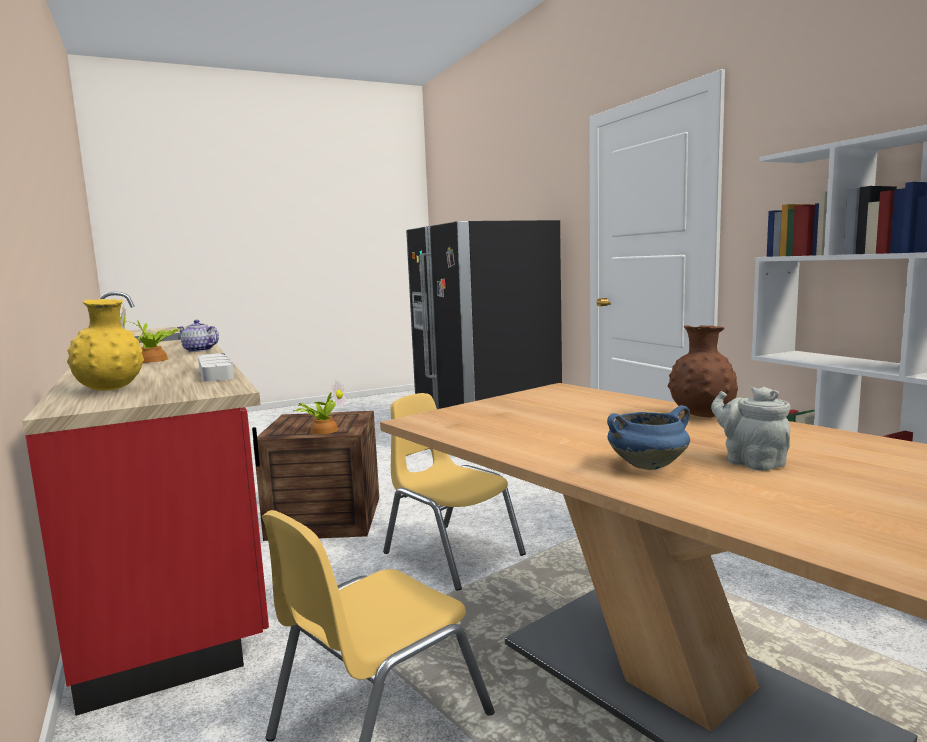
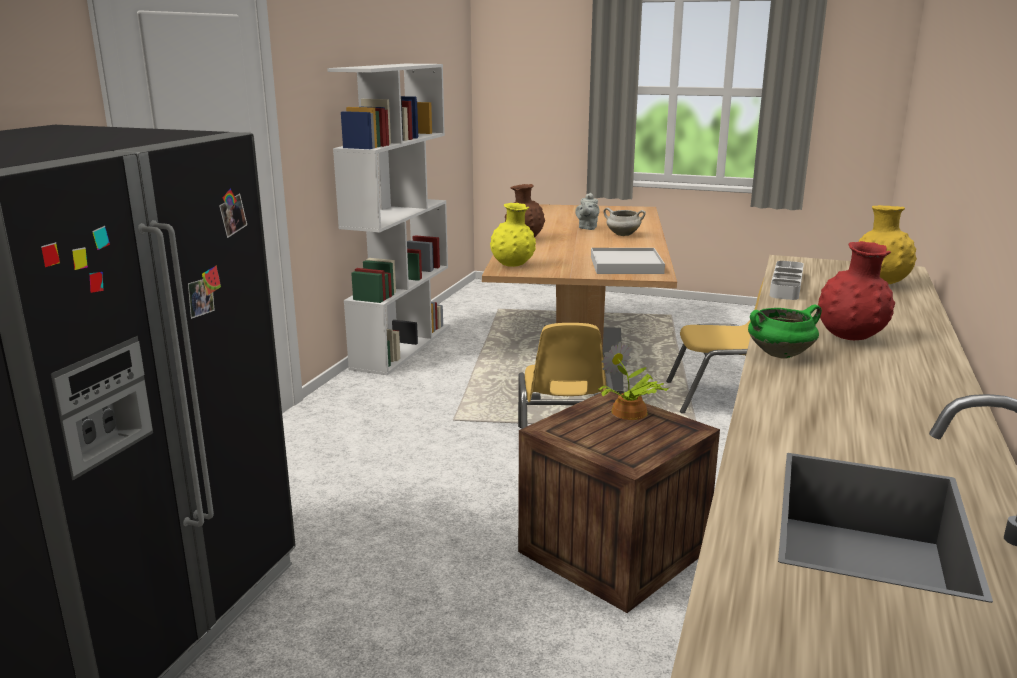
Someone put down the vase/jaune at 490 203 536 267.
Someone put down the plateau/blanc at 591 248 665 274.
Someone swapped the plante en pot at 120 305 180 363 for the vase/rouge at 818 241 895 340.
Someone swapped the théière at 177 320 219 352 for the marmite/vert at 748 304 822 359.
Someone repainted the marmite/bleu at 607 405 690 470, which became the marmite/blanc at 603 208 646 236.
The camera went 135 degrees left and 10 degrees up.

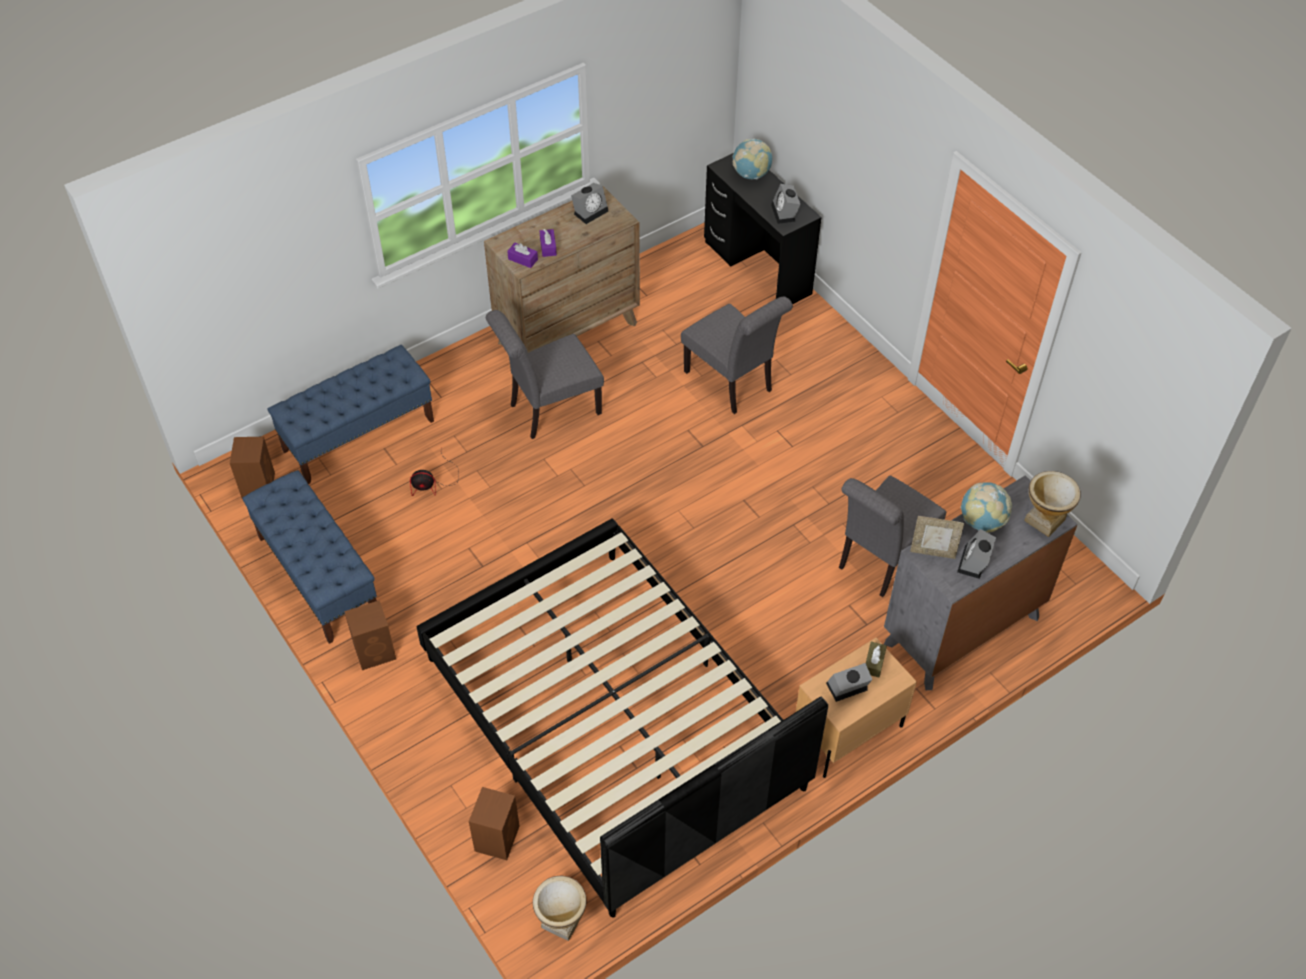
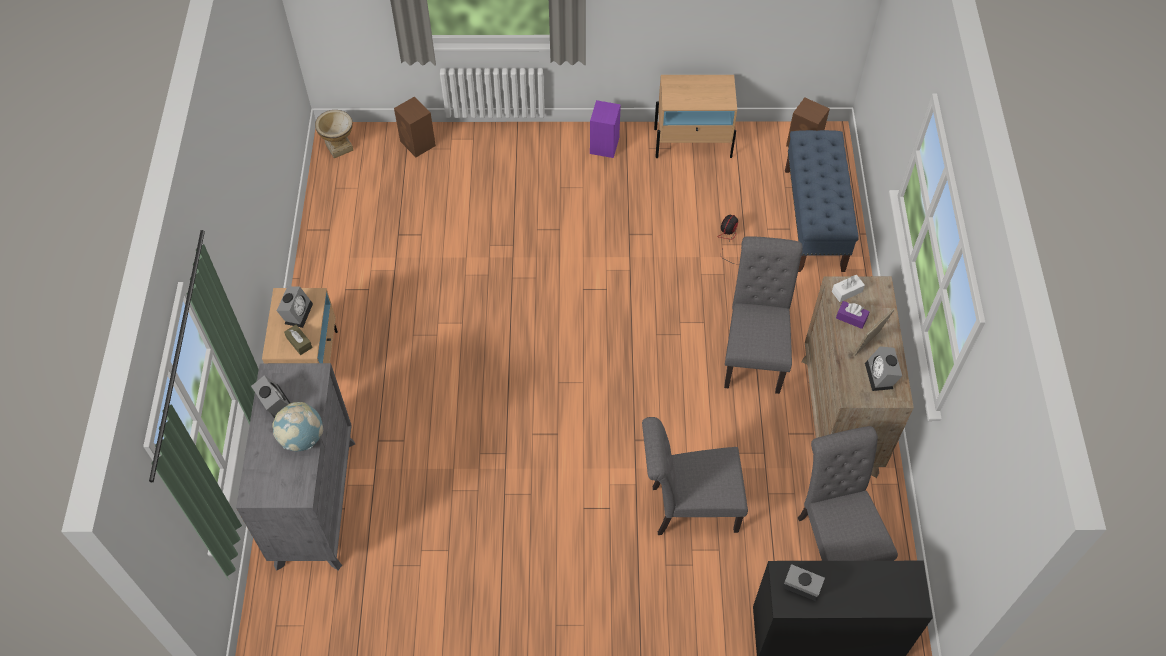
Someone took away the lit/noir at 417 518 828 918.
Someone took away the globe at 733 139 772 179.
Someone took away the vase at 1024 471 1081 537.
Someone carried the chaise/gris from 839 475 947 597 to 798 426 898 561.
Someone carried the cadre photo from 910 516 964 559 to 853 309 894 356.
Someone swapped the banc/bleu at 242 470 377 644 for the table de chevet/beige at 654 75 737 158.
Someone repainted the enceinte/marron at 344 600 396 670, which became the enceinte/violet at 590 100 621 158.
Someone repainted the boîte à mouchoirs/violet at 507 243 538 268, which became the boîte à mouchoirs/blanc at 832 275 865 302.
The camera went 125 degrees right and 5 degrees up.

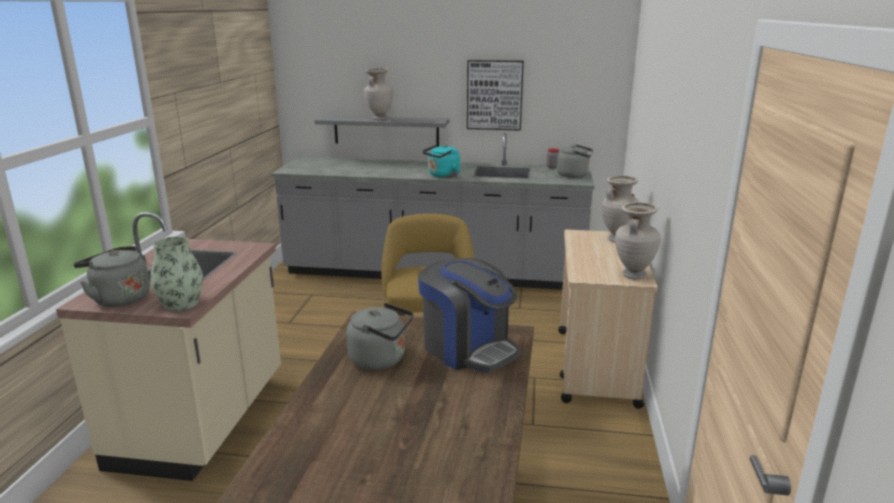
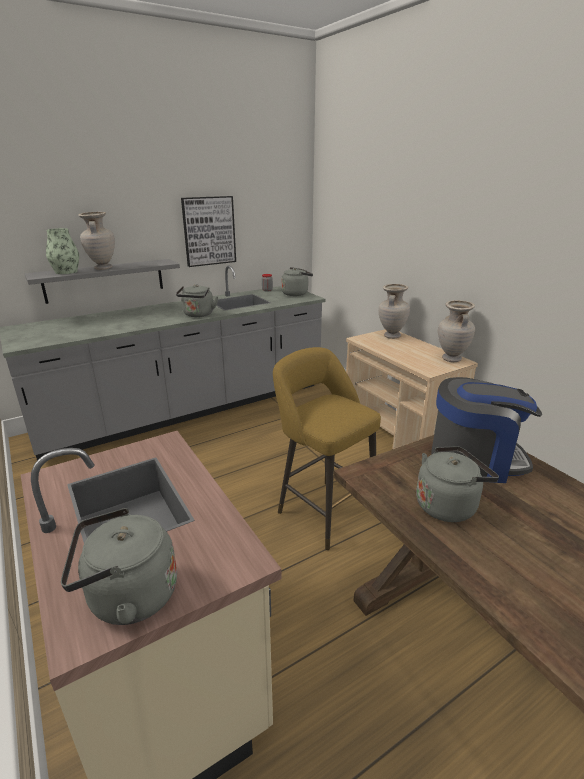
Someone carried the vase from 150 236 203 311 to 46 228 79 274.
Someone repainted the bouilloire/turquoise at 422 145 460 178, which became the bouilloire/gris at 176 284 218 317.
The camera went 40 degrees left and 5 degrees up.

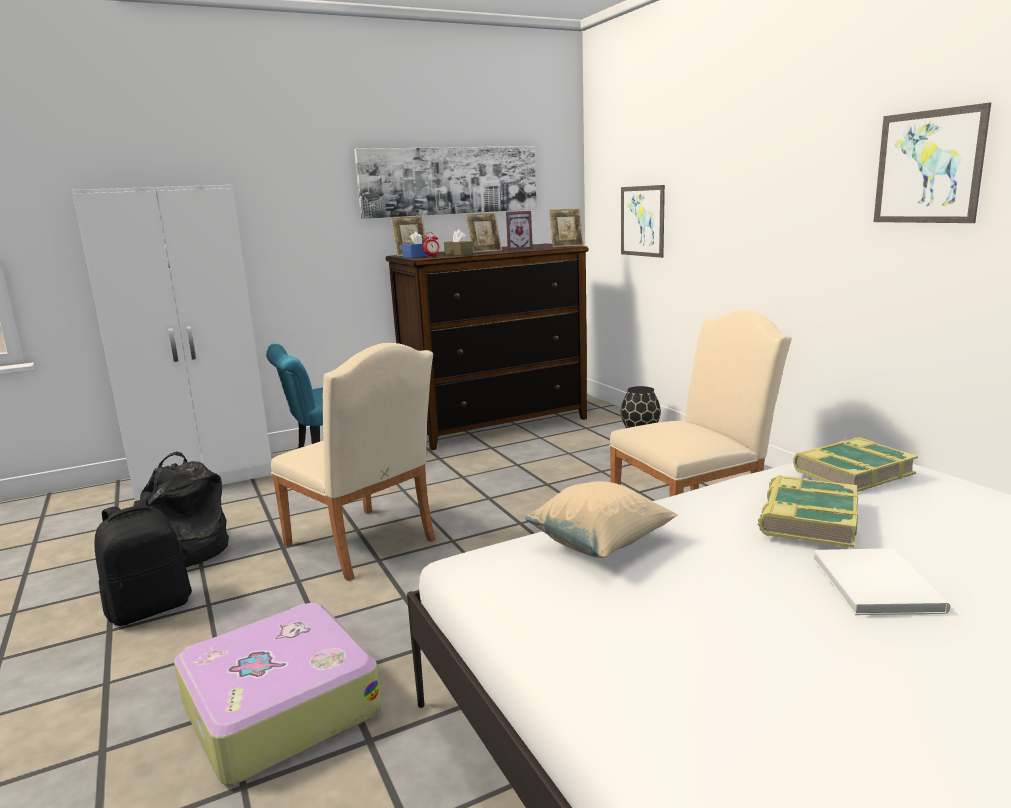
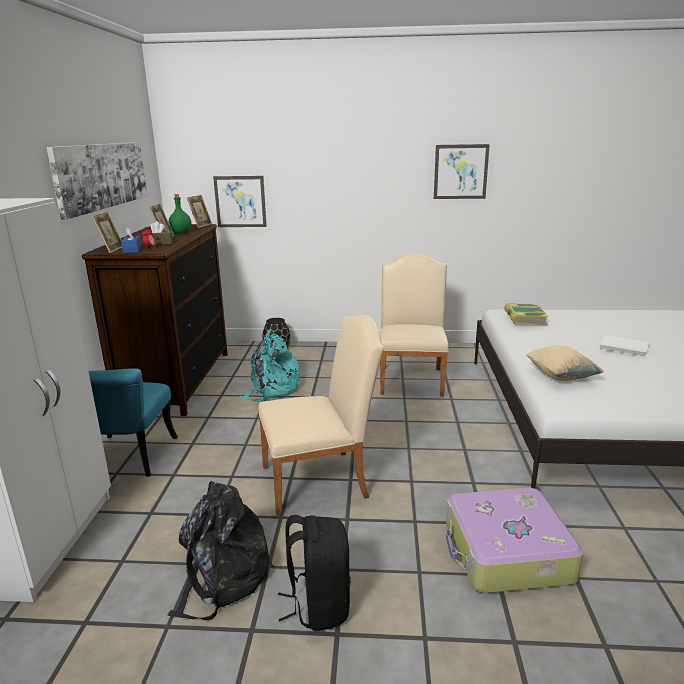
Someone took away the livre at 758 475 858 548.
Someone put down the sac à dos/turquoise at 238 329 300 402.
Someone swapped the cadre photo at 506 211 533 251 for the bouteille/vert at 169 194 191 233.
The camera went 60 degrees left and 5 degrees up.

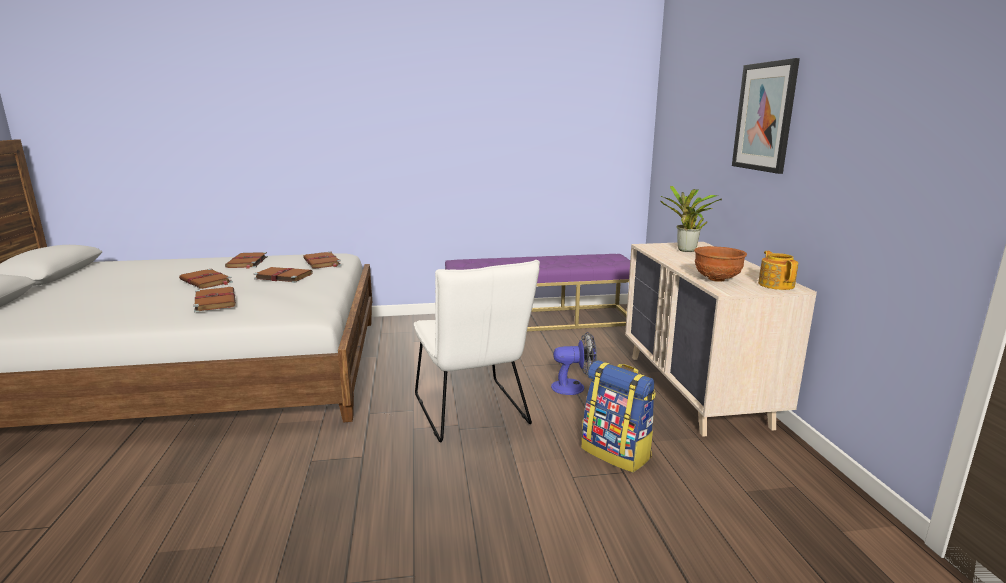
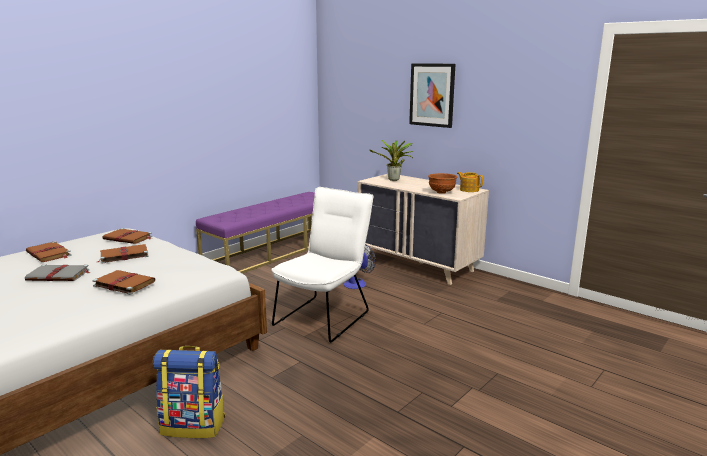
Someone carried the sac à dos from 582 360 656 473 to 153 346 225 438.
Someone repainted the livre/marron at 179 268 233 289, which became the livre/gris at 25 264 90 281.
Someone rotated the chaise/blanc at 414 260 540 442 by 90 degrees counterclockwise.
The camera went 40 degrees left and 0 degrees up.

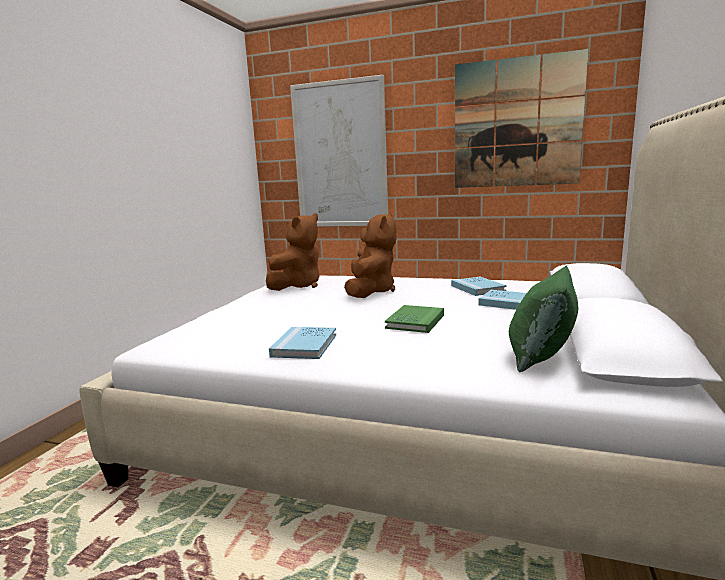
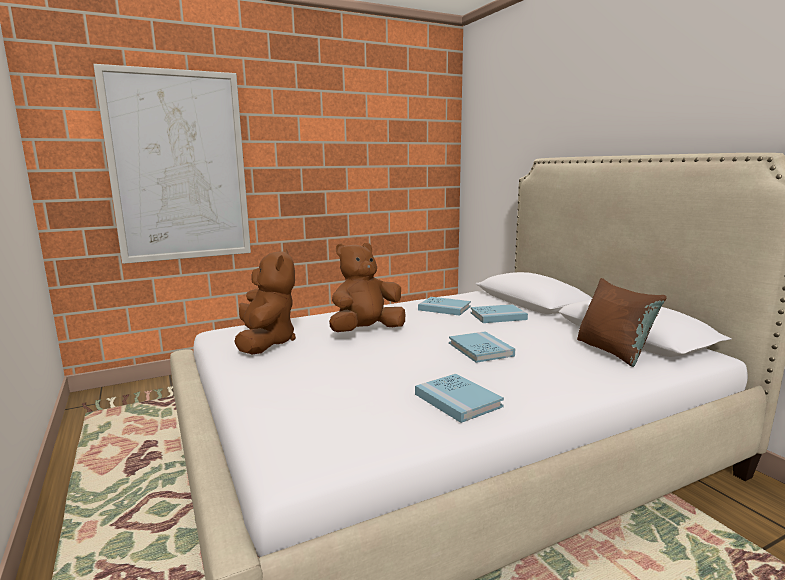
Someone took away the tableau at 455 49 589 188.
Someone repainted the livre/vert at 385 305 444 333, which became the livre/bleu at 449 331 515 363.
Someone repainted the coussin/vert at 509 265 579 372, which became the coussin/marron at 577 278 667 367.
Someone rotated the peluche/marron at 344 212 396 298 by 90 degrees counterclockwise.
The camera went 45 degrees left and 0 degrees up.

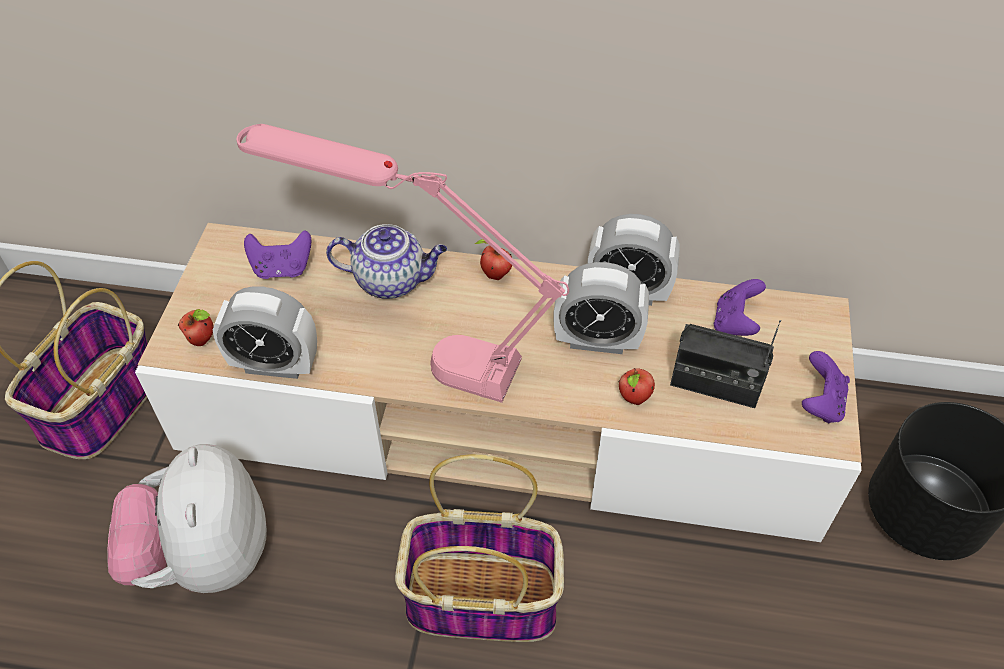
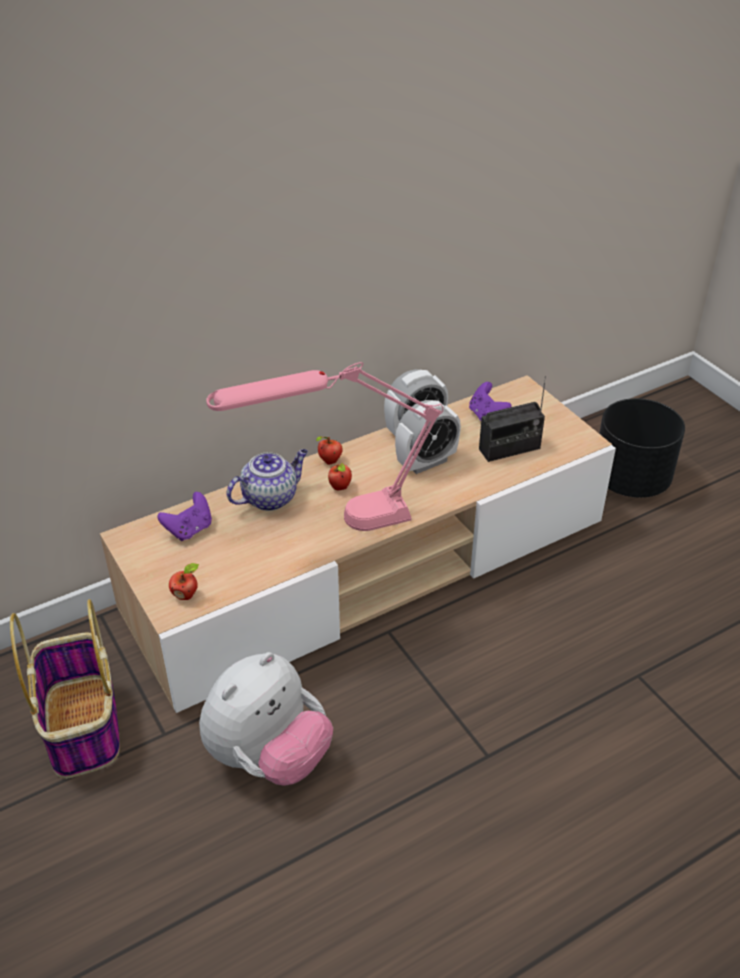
Someone took away the réveil at 213 286 317 379.
Someone took away the panier at 395 454 564 642.
Someone took away the manette/violet at 802 351 850 423.
Someone carried the pomme from 619 368 655 405 to 328 463 352 490.
Someone rotated the peluche at 107 444 267 593 by 90 degrees counterclockwise.
The camera went 40 degrees left and 10 degrees down.

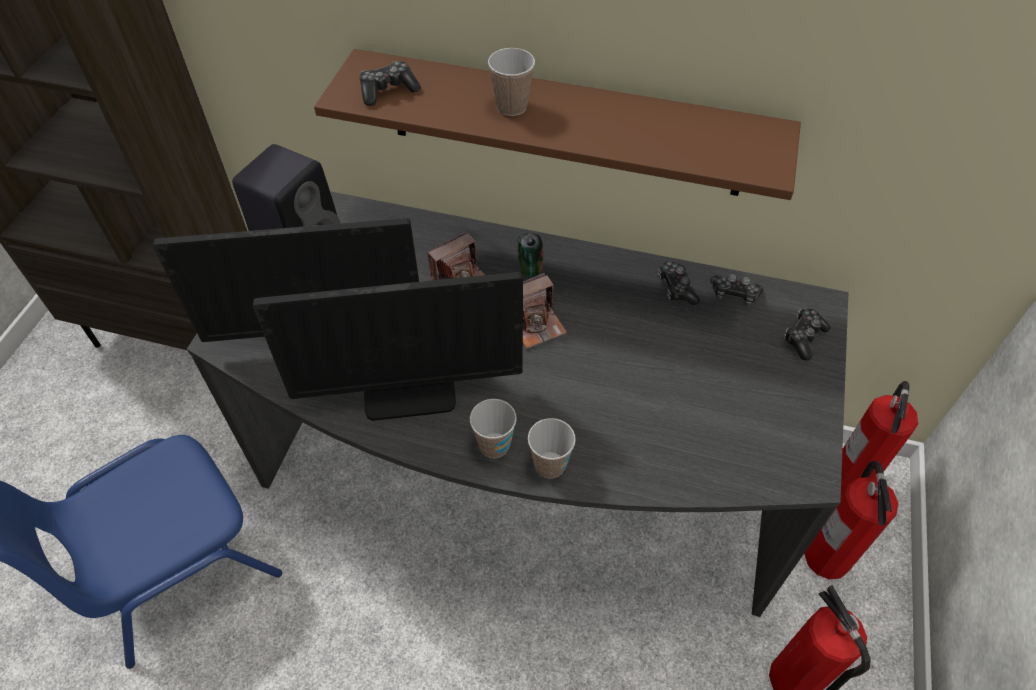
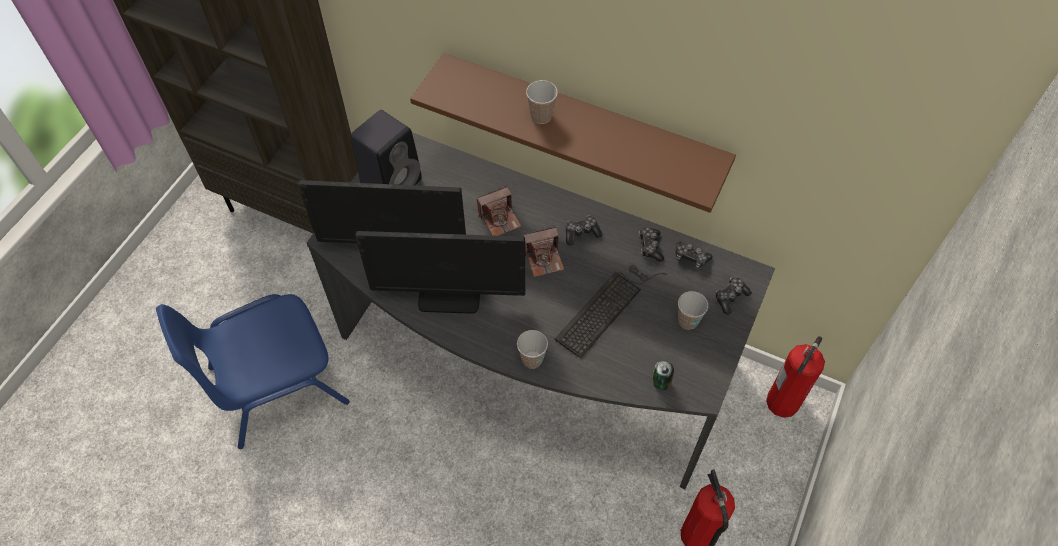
Someone took away the extincteur at 804 461 899 579.
Someone put down the clavier at 555 265 668 358.
Someone carried the manette from 359 61 421 106 to 566 216 602 246.
Someone carried the tasse from 470 399 517 459 to 678 291 708 330.
Someone carried the boîte métallique from 517 233 543 277 to 653 361 674 390.
The camera went 10 degrees right and 5 degrees up.

